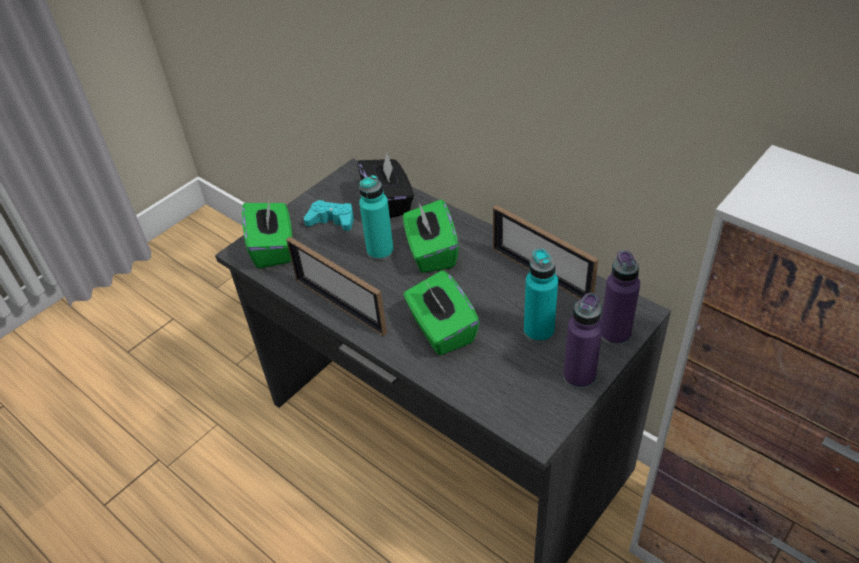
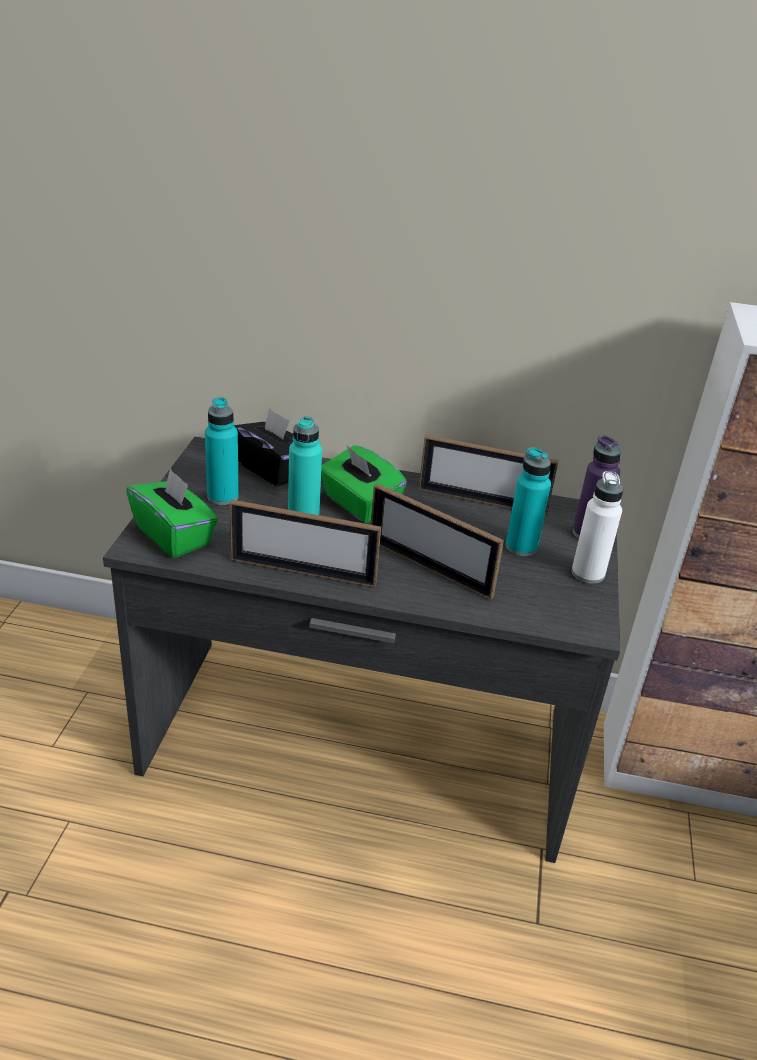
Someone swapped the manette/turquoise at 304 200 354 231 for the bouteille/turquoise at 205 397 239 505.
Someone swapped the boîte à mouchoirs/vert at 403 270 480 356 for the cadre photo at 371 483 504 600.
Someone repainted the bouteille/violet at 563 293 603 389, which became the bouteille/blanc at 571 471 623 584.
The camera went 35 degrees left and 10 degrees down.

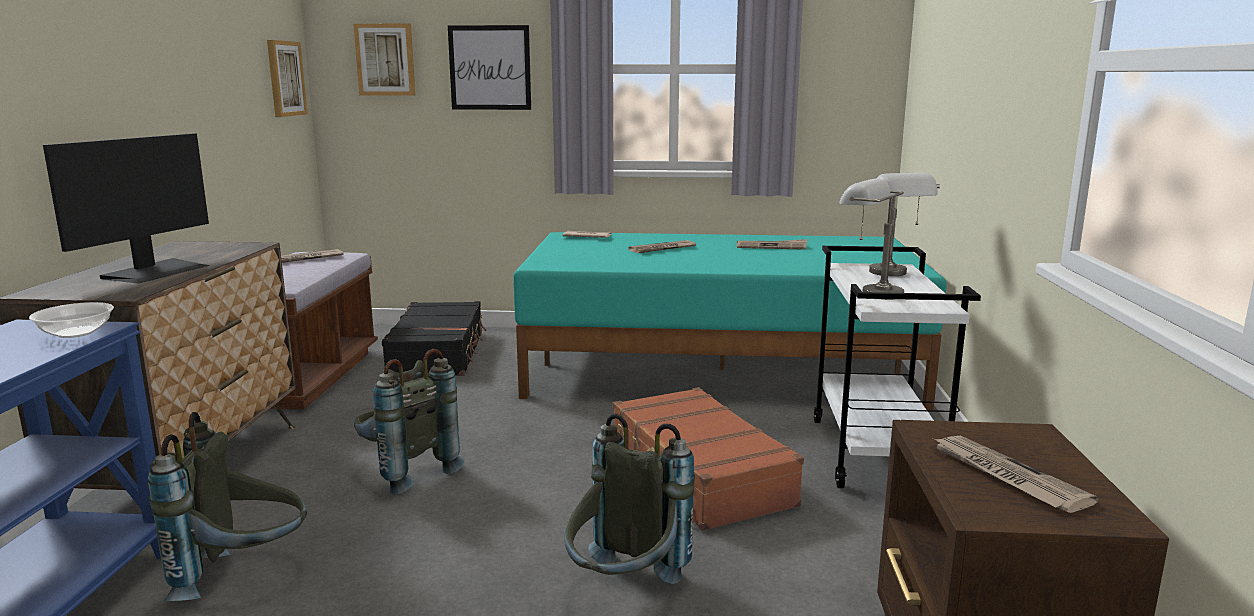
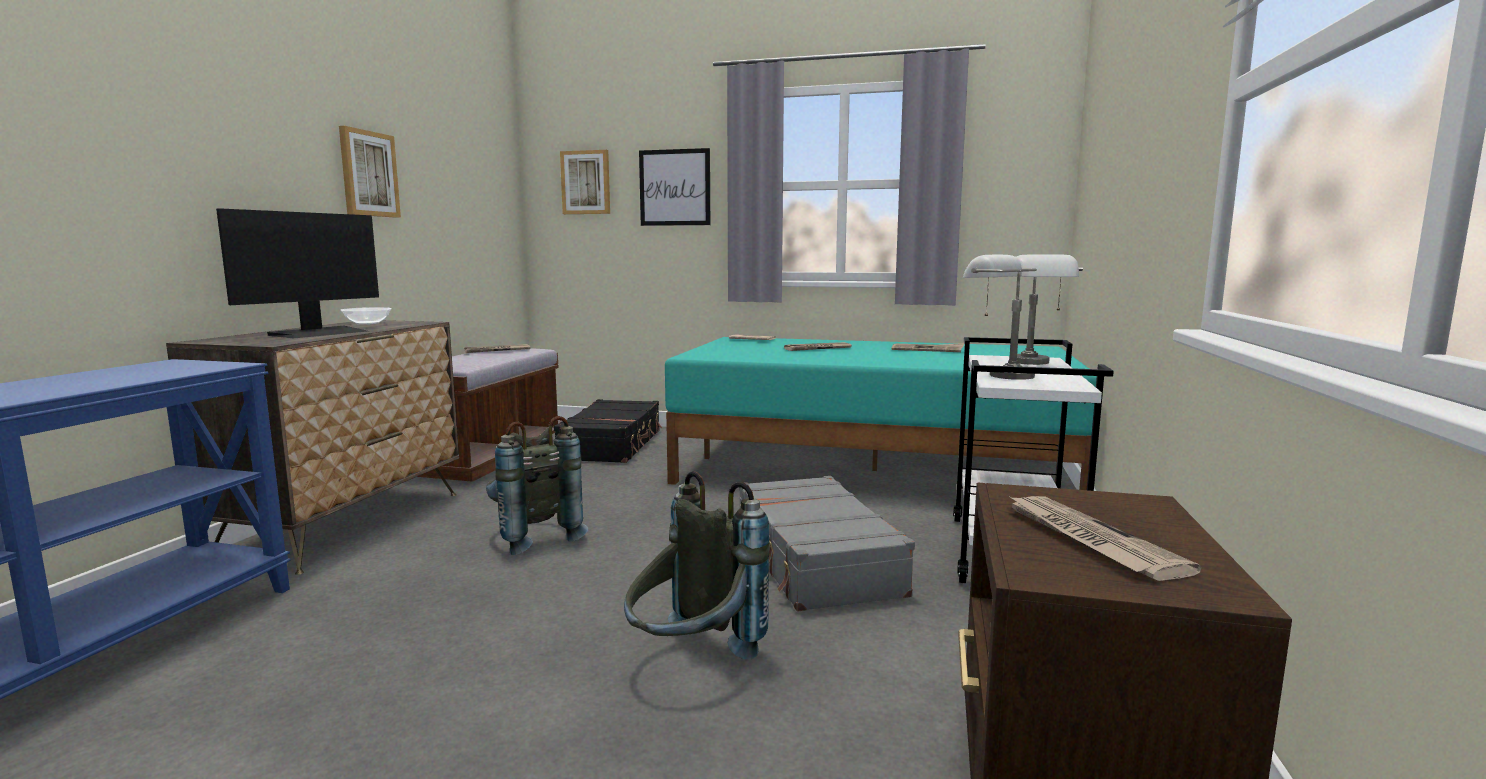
Someone took away the sac à dos/gris at 148 412 307 601.
Someone carried the bol from 29 302 114 338 to 341 307 392 325.
Someone carried the tableau from 267 40 308 117 to 339 126 401 218.
Someone repainted the valise/marron at 613 387 804 531, which became the valise/gris at 739 476 915 611.
The camera went 10 degrees right and 5 degrees down.

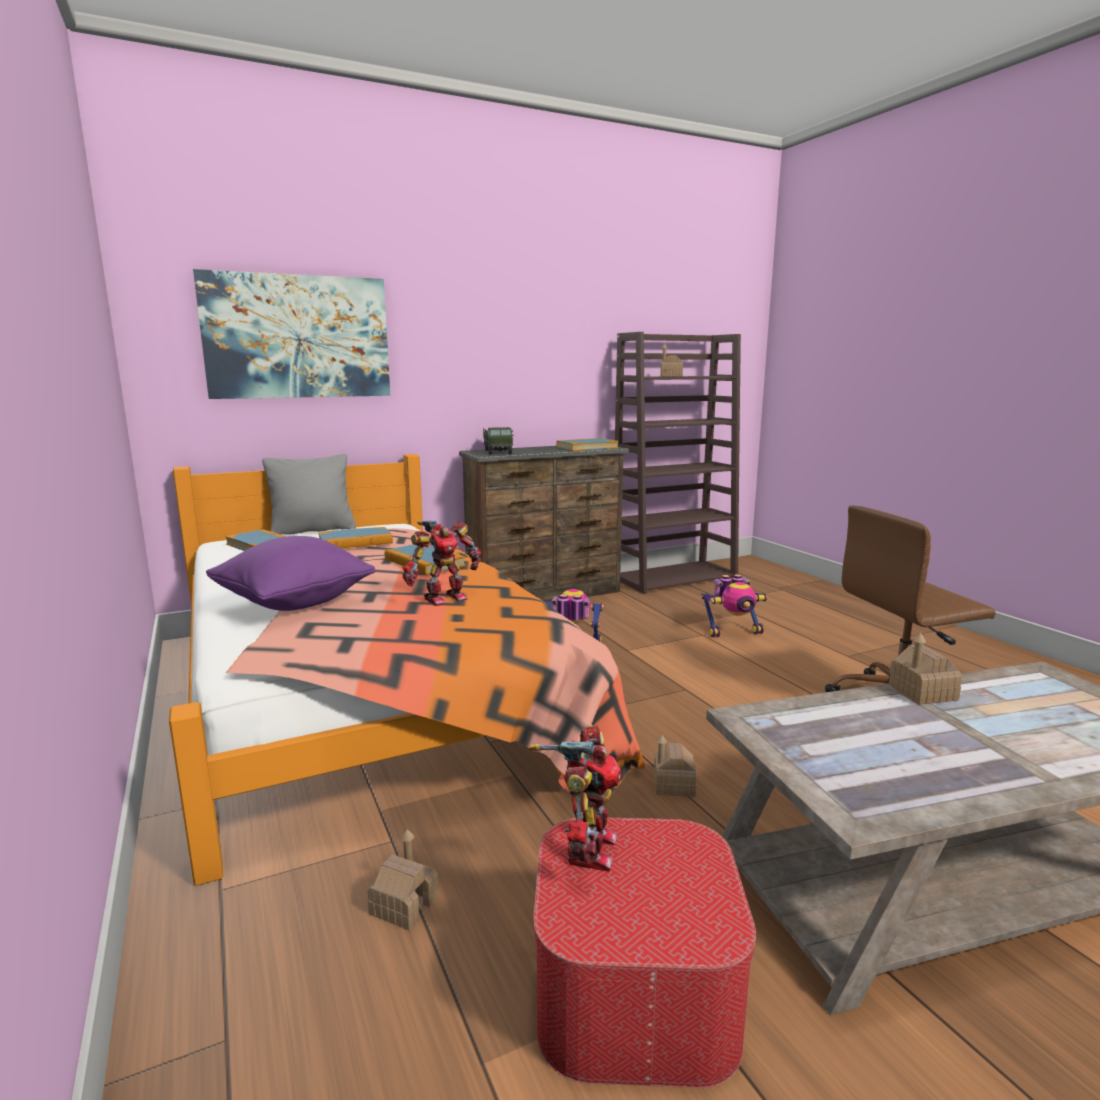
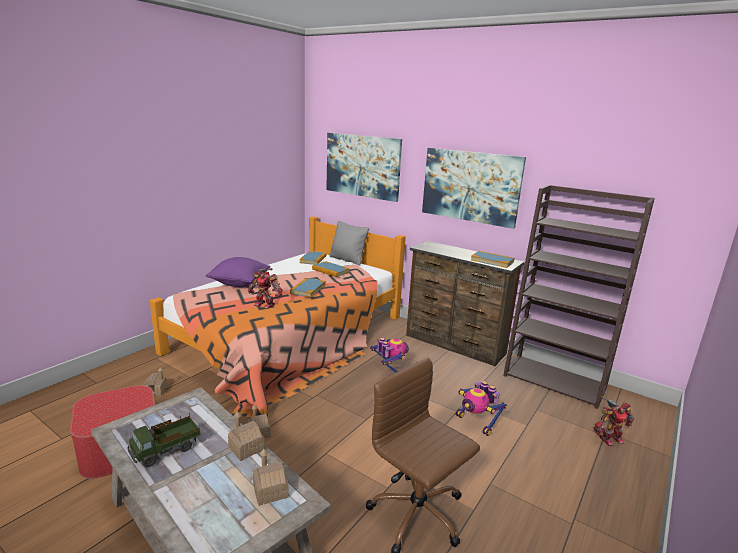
Someone put up the tableau at 422 148 526 229.
Someone carried the camion jouet from 483 427 514 454 to 127 413 200 467.
Someone carried the robot jouet from 529 725 622 872 to 594 396 634 446.
Someone carried the maison miniature from 660 344 683 377 to 253 449 289 506.
The camera went 60 degrees right and 5 degrees up.

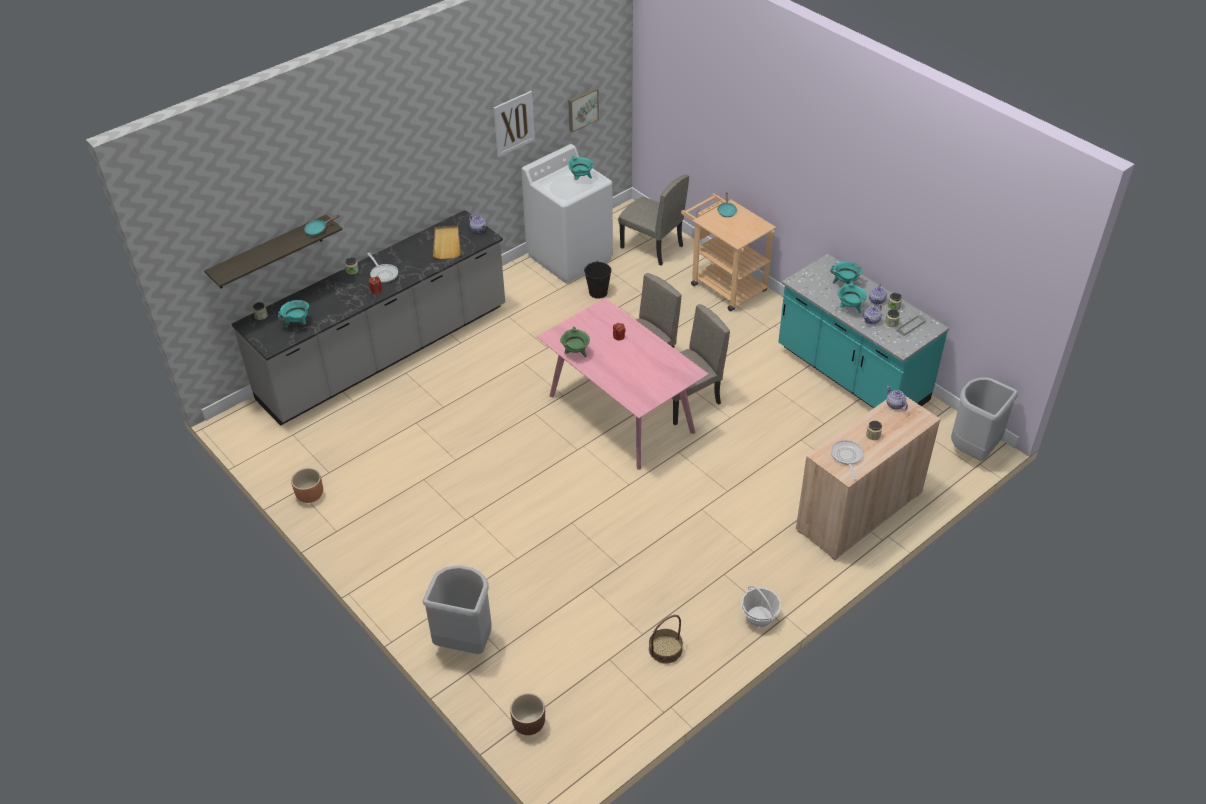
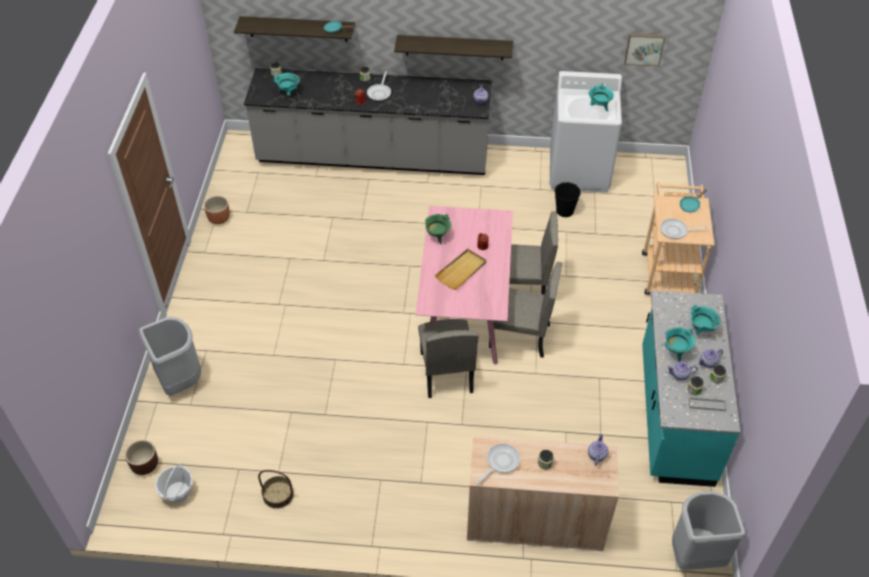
Someone took away the tableau at 493 91 535 157.
Someone put up the étagère at 394 35 513 60.
Someone put down the poêle at 660 219 709 239.
Someone carried the plateau/beige from 433 226 461 259 to 435 249 486 290.
Someone carried the chaise/beige from 618 175 689 266 to 418 319 479 398.
Someone carried the panier from 741 586 781 627 to 155 463 193 503.
The camera went 45 degrees right and 5 degrees up.

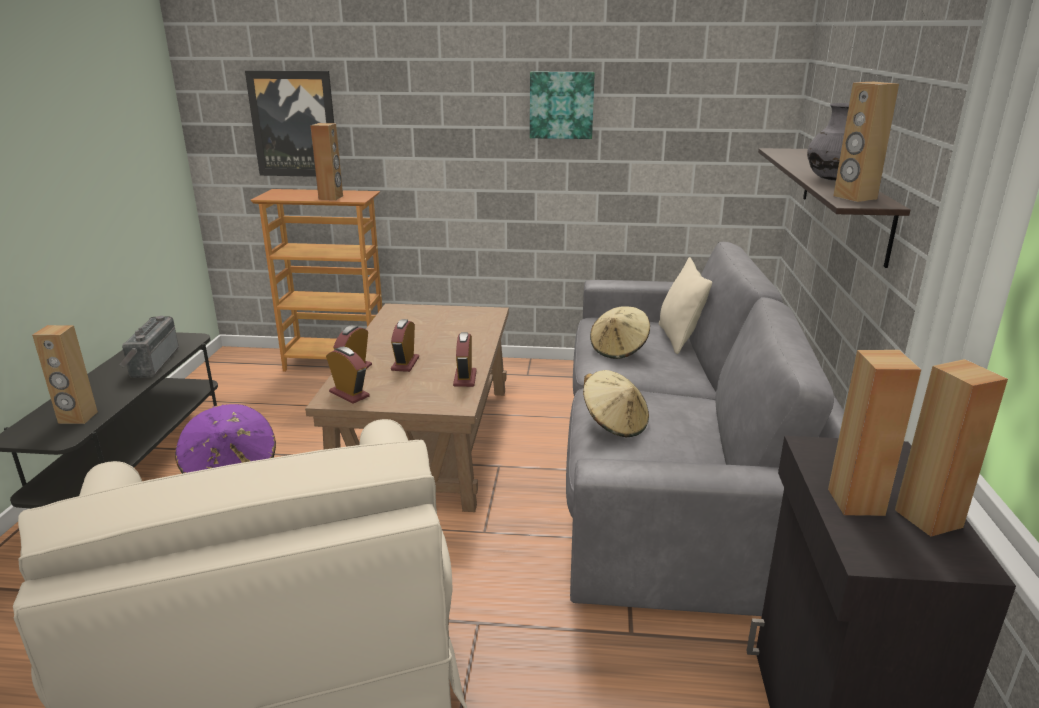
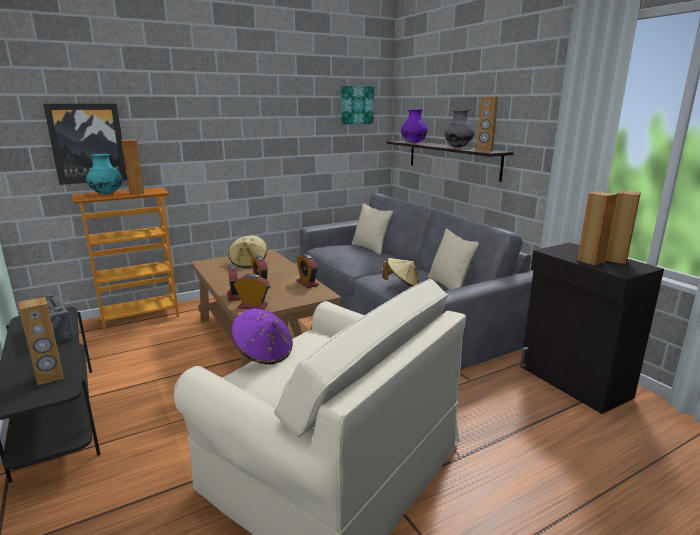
Someone put down the vase/turquoise at 86 154 122 194.
Someone put down the vase/violet at 401 109 428 143.
Someone put down the coussin/beige at 428 229 479 290.
Someone carried the tableau from 530 72 595 139 to 341 86 374 124.
Someone carried the chapeau/beige from 590 306 650 359 to 228 236 267 268.
The camera went 35 degrees left and 5 degrees down.

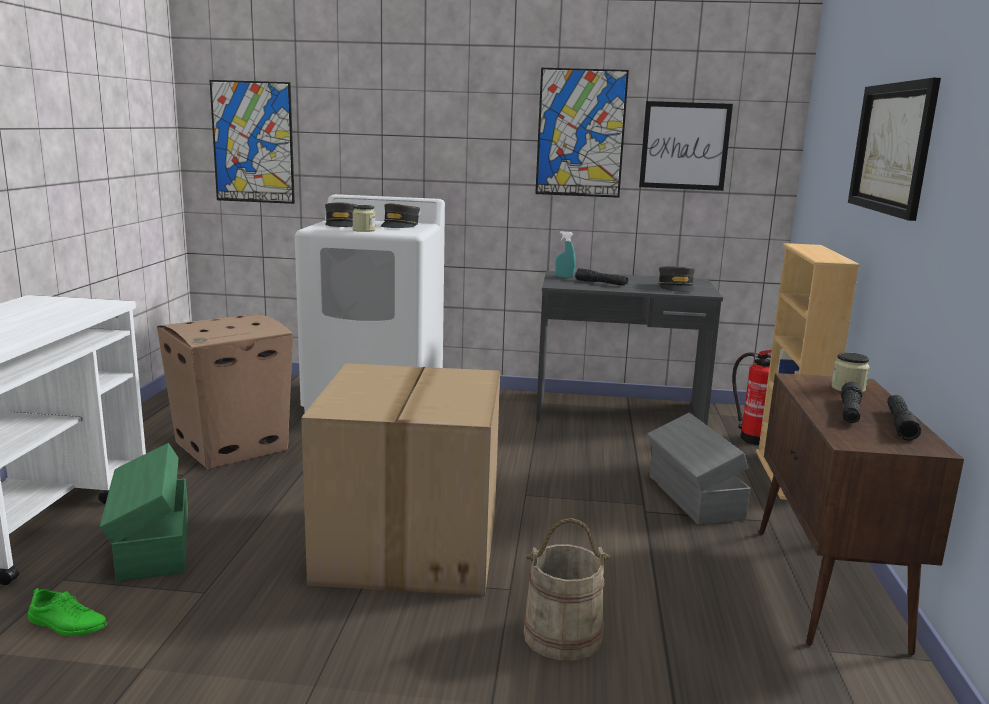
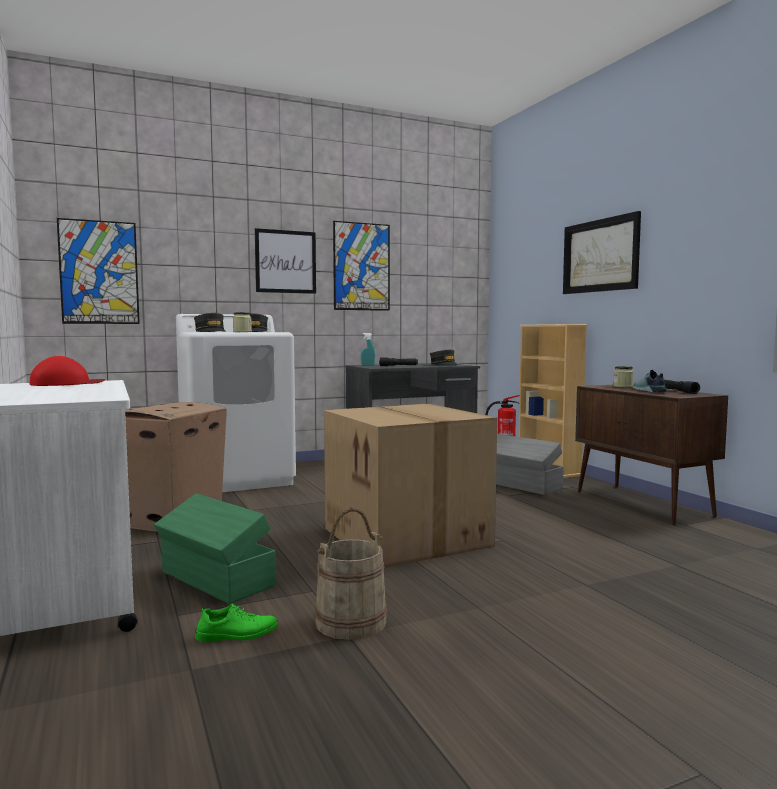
Someone put down the casquette/rouge at 30 356 106 386.
Someone carried the seau/beige from 523 518 610 661 to 315 508 387 640.
Someone carried the tableau from 639 101 733 191 to 255 228 316 294.
Someone swapped the lampe de poche/noir at 841 382 862 423 for the chaussure at 633 370 667 392.
The camera went 30 degrees left and 10 degrees down.

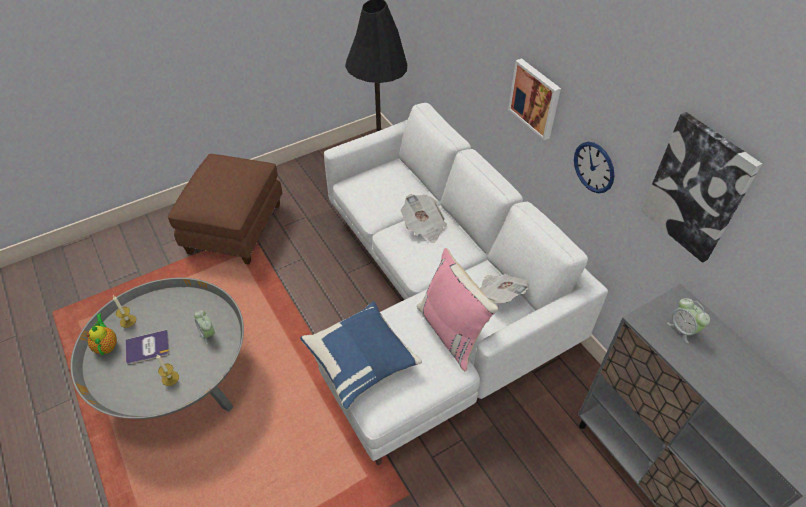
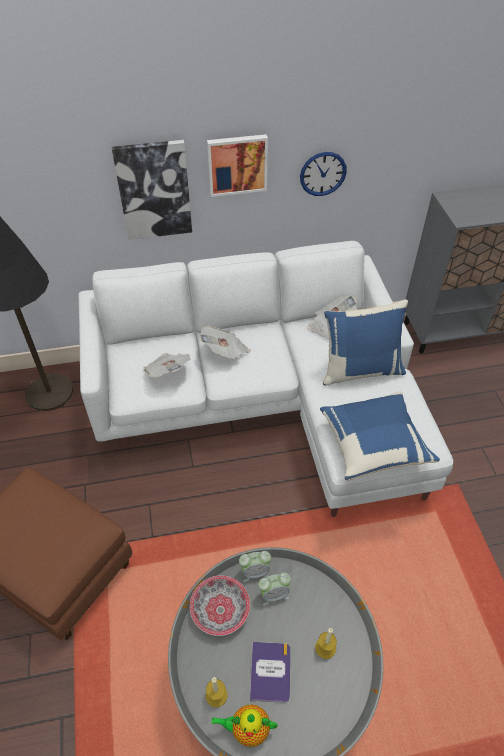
Someone put down the journal at 144 353 191 377.
Someone put down the bol at 190 576 250 636.
Someone carried the tableau from 641 112 762 263 to 112 140 192 240.
Someone carried the réveil from 667 298 710 343 to 239 551 271 582.
Someone repainted the coussin/rose at 417 248 498 371, which became the coussin/bleu at 323 300 408 386.
The camera went 70 degrees left and 0 degrees up.

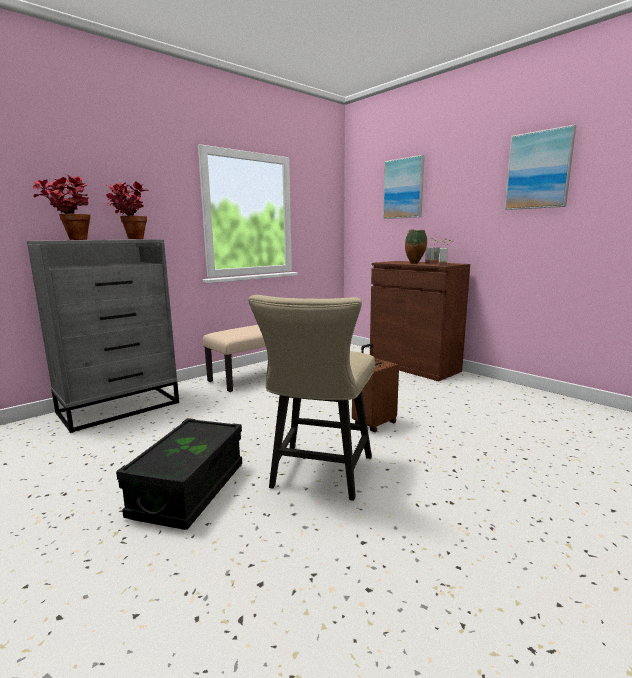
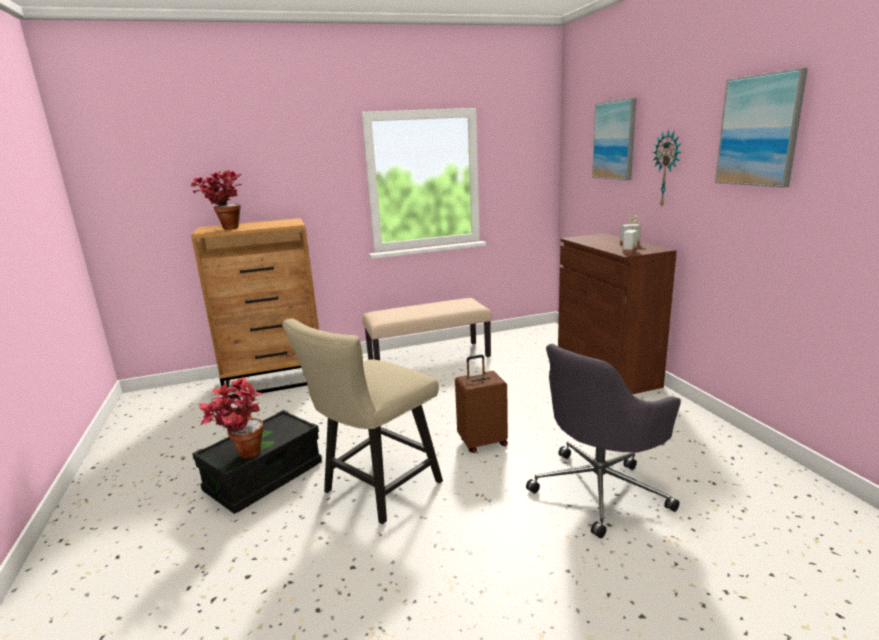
Someone took away the vase at 405 229 427 264.
Someone put down the chaise de bureau/gris at 526 344 681 538.
Someone put up the horloge murale at 653 129 681 207.
Someone carried the plante en pot from 106 181 149 239 to 199 377 264 459.
Someone repainted the commode/gris at 27 239 179 433, which became the commode/marron at 191 218 319 399.
The camera went 25 degrees right and 5 degrees up.

